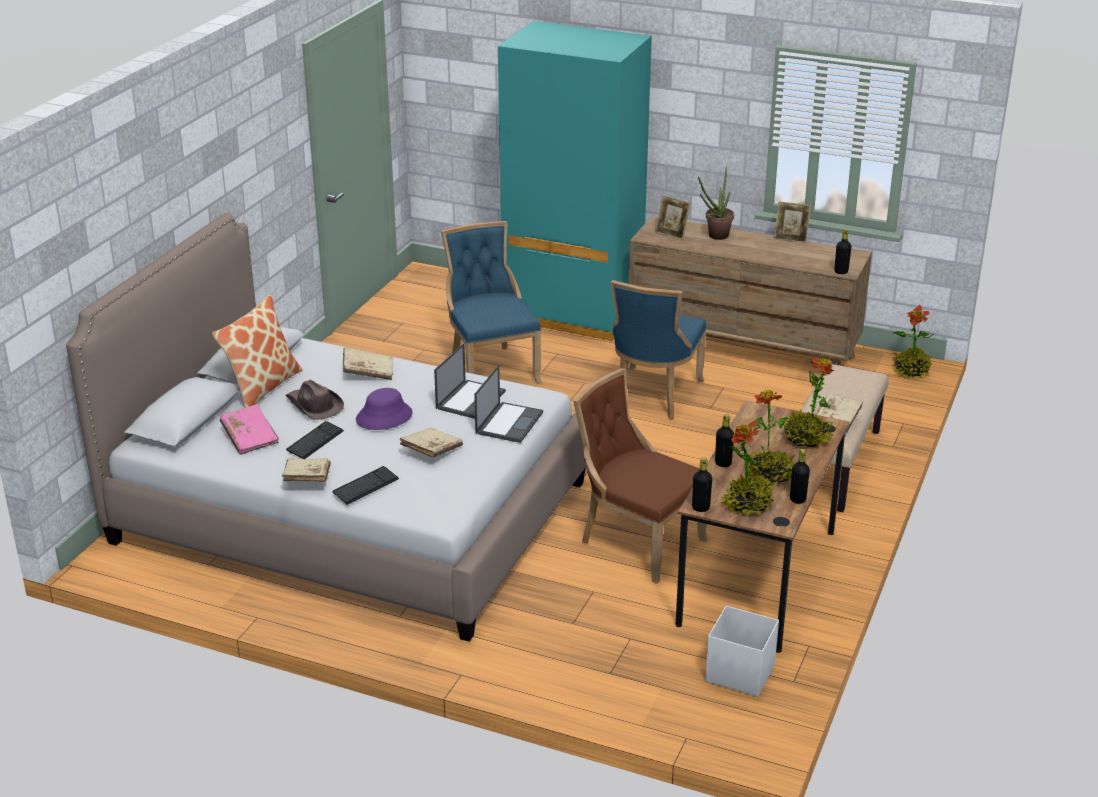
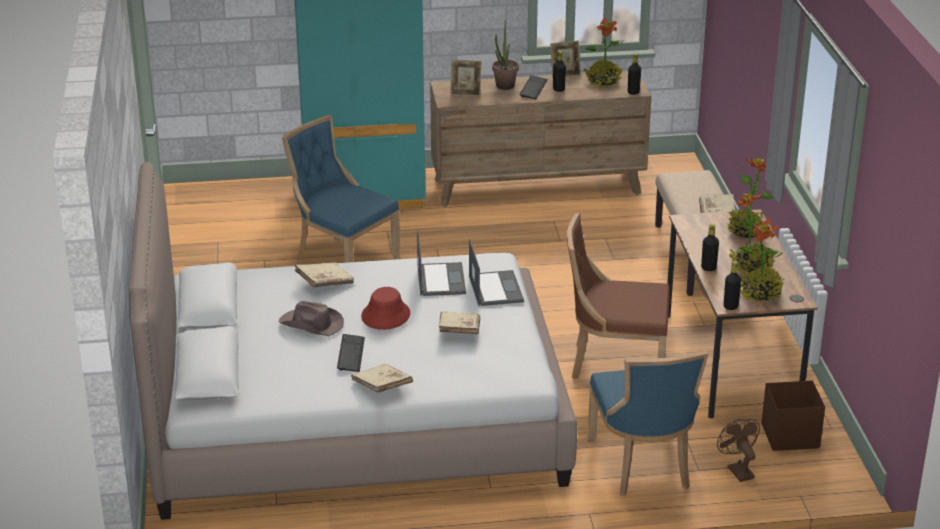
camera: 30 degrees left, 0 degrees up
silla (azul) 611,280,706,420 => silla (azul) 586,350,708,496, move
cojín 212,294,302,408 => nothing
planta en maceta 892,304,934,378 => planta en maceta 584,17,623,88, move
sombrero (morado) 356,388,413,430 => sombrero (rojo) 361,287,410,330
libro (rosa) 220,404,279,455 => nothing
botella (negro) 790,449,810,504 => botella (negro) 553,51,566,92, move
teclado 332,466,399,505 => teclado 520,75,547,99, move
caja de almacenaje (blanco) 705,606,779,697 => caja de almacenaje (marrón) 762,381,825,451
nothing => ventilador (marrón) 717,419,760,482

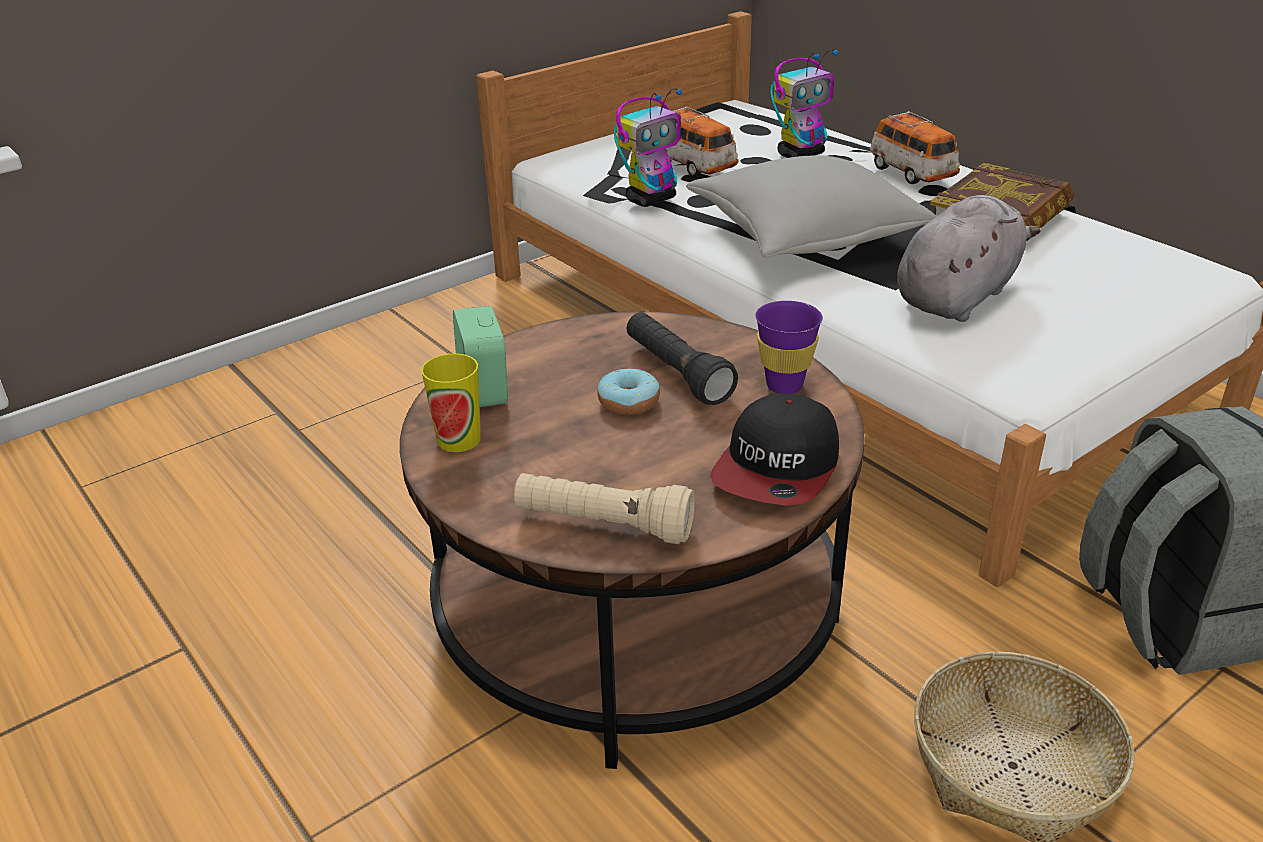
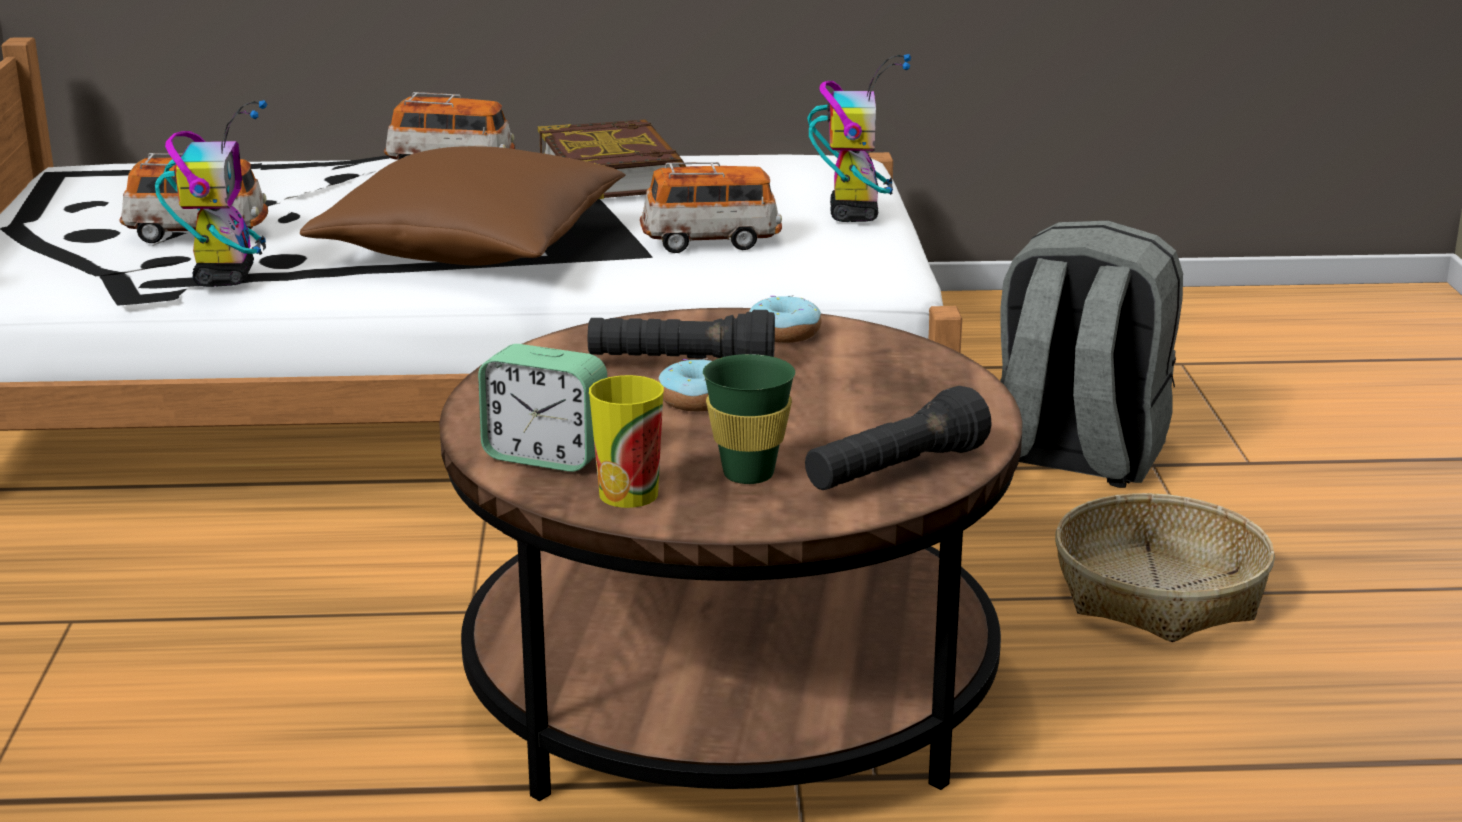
camera: 55 degrees left, 10 degrees down
robot de juguete 771,49,839,158 => robot de juguete 807,54,911,222, move
cojín (gris) 686,155,937,257 => cojín (marrón) 300,146,625,266
peluche (gris) 897,195,1041,322 => coche de juguete 640,162,782,253
taza (morado) 755,301,823,394 => rosquilla 749,295,822,343
gorra 710,393,839,506 => nothing
linterna (beis) 514,473,695,544 => linterna (negro) 805,386,992,490
nothing => taza (verde) 703,354,795,484

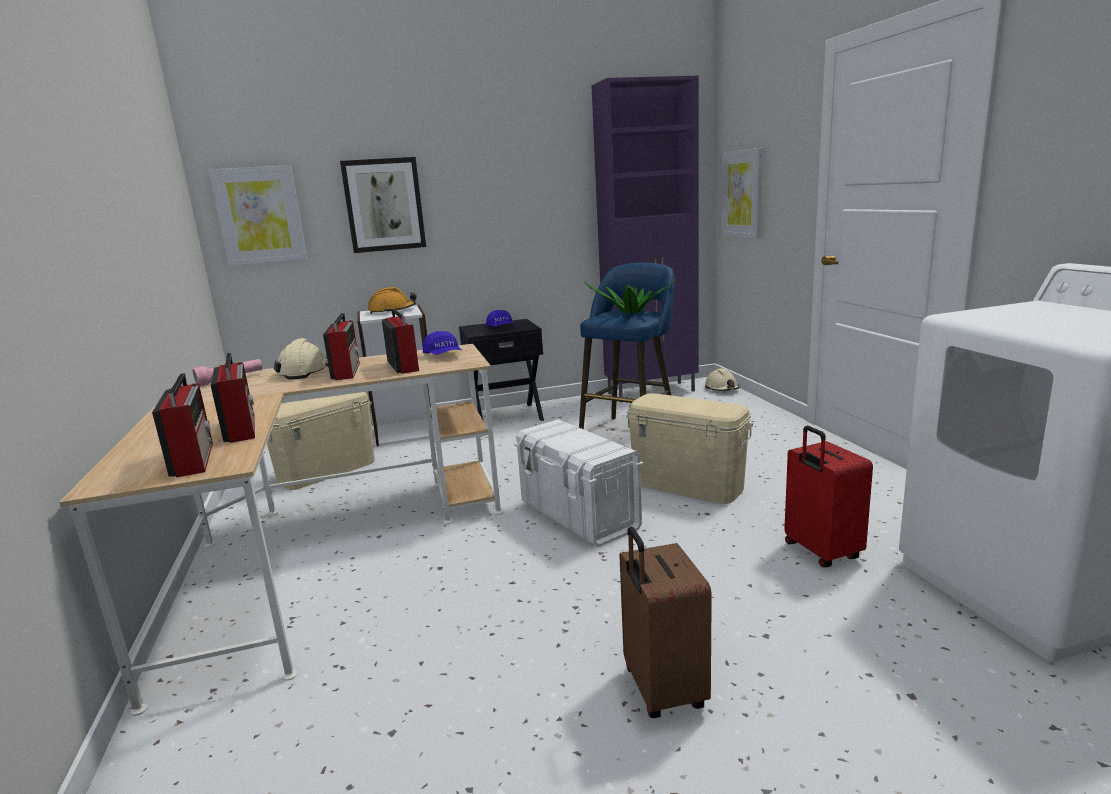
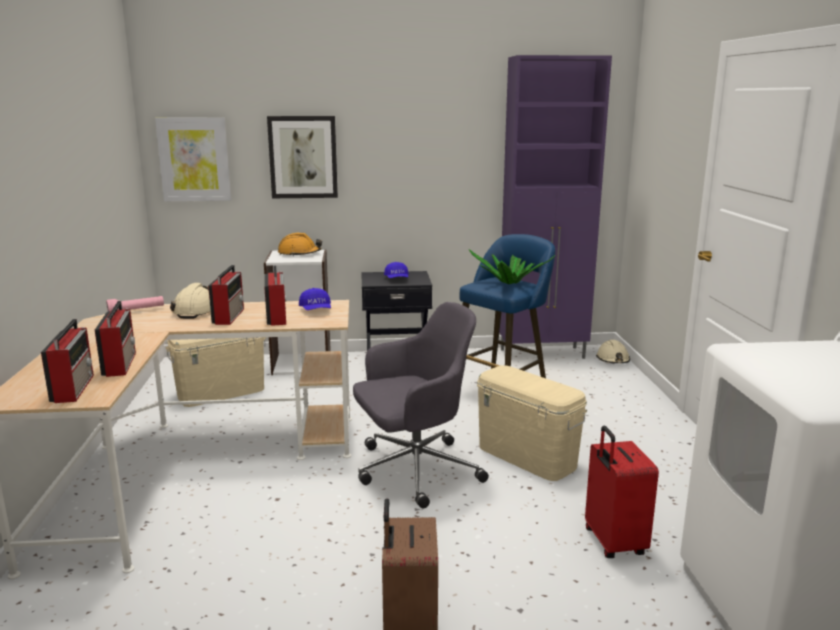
camera: 10 degrees right, 0 degrees up
cuadro 722,148,763,239 => nothing
caja de almacenaje (blanco) 514,419,644,547 => silla de oficina (gris) 353,302,489,508

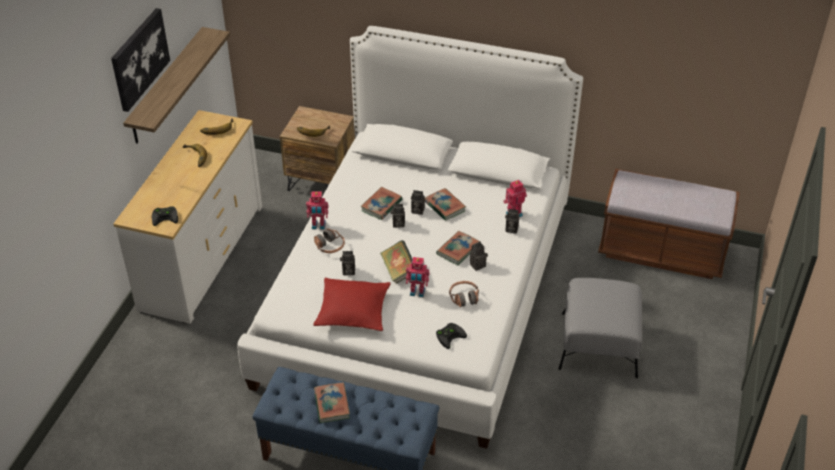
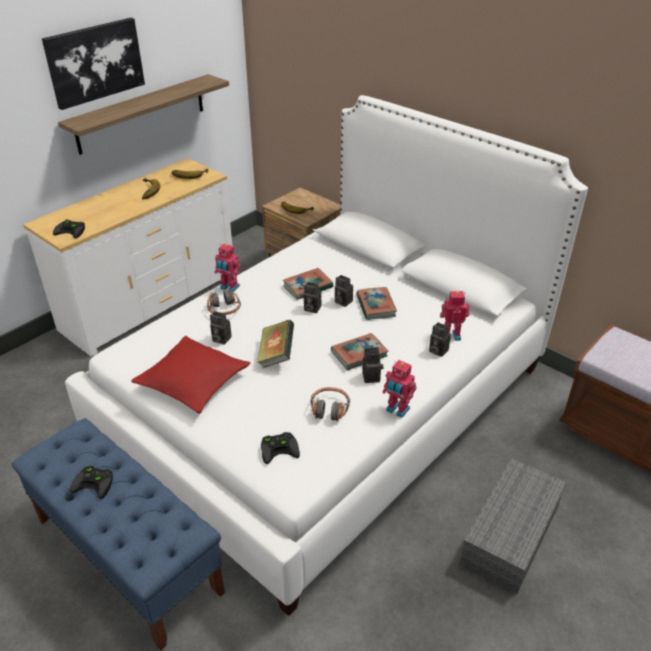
camera: 25 degrees right, 5 degrees down
robot de juguete 406,257,430,297 => robot de juguete 382,360,417,418, move
puf (gris) 559,278,642,378 => caja de almacenaje (gris) 460,458,567,593
libro 314,382,350,423 => mando de consola (negro) 70,466,113,499

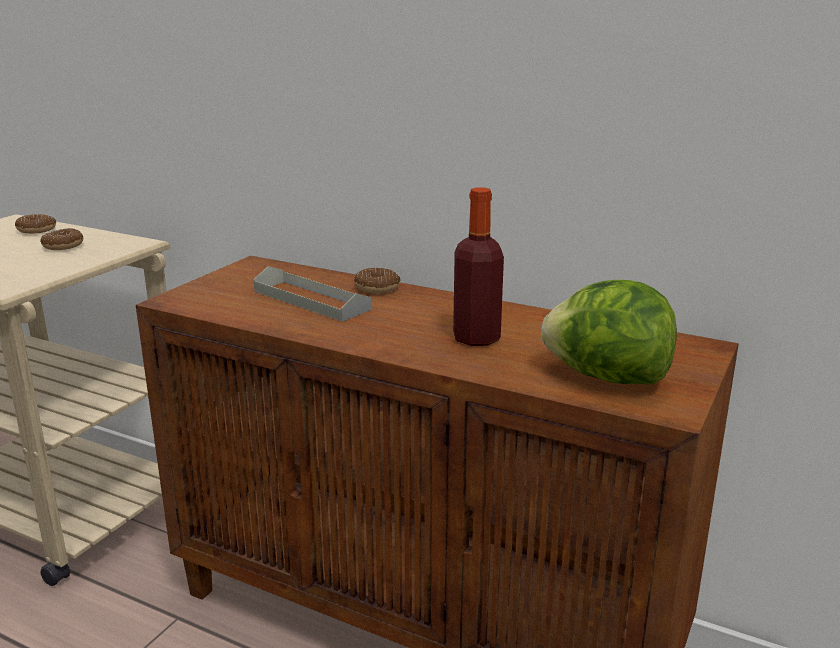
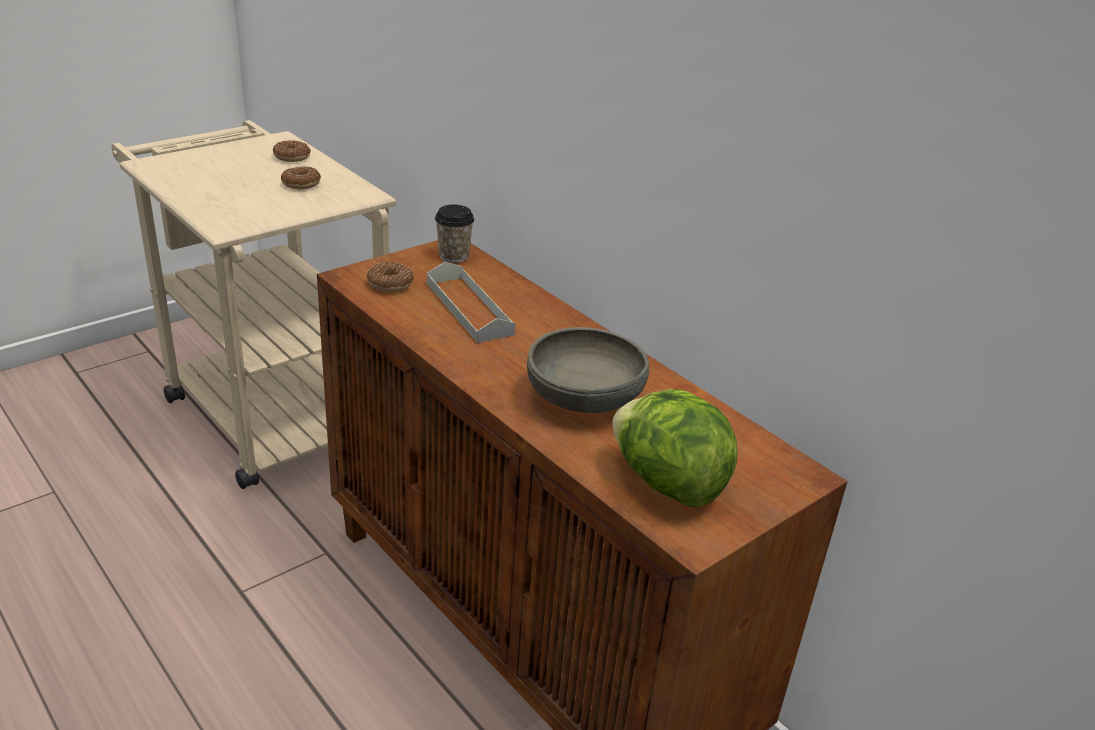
camera: 20 degrees right, 10 degrees up
botella 453,187,504,346 => cuenco (gris) 527,327,649,413
rosquilla 354,268,400,293 => rosquilla 367,262,414,292, move
nothing => taza 435,205,474,263

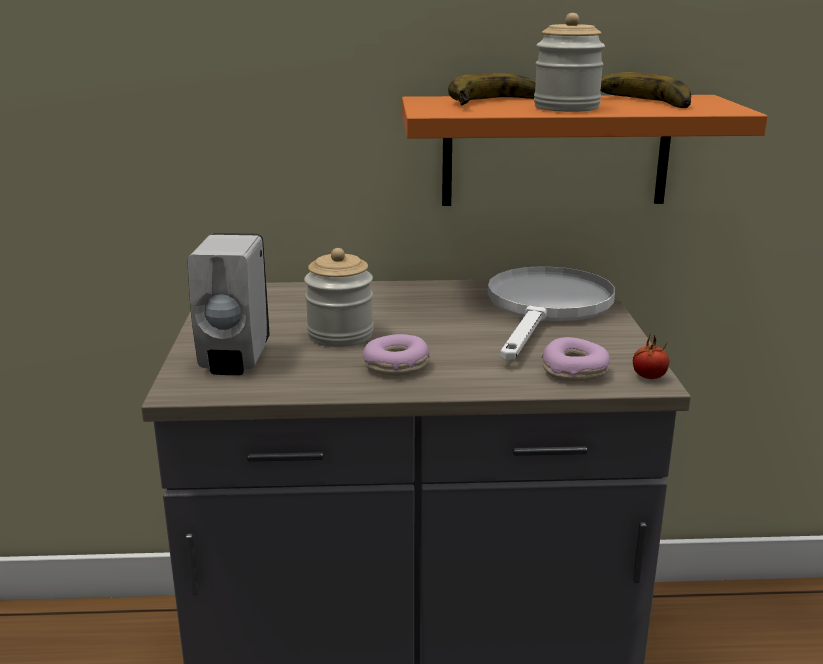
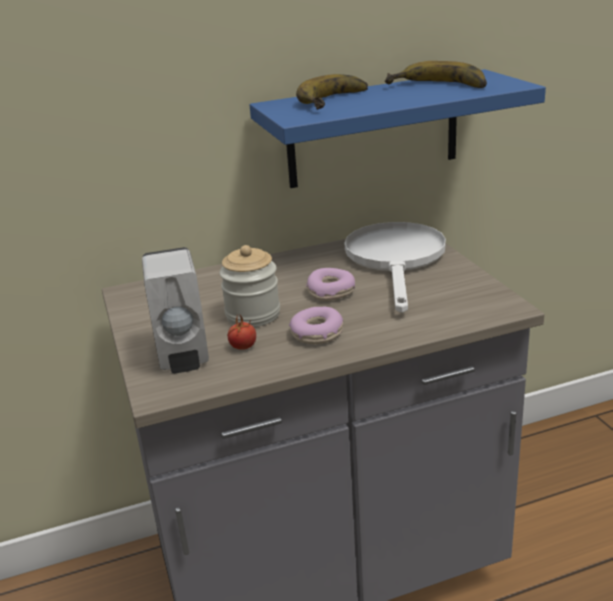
camera: 15 degrees left, 5 degrees up
tarro 534,13,605,112 => nothing
estante (naranja) 402,95,768,206 => estante (azul) 250,69,546,188
tomate 633,335,669,379 => tomate 227,315,256,350, move
rosquilla 541,337,610,381 => rosquilla 306,268,355,301, move

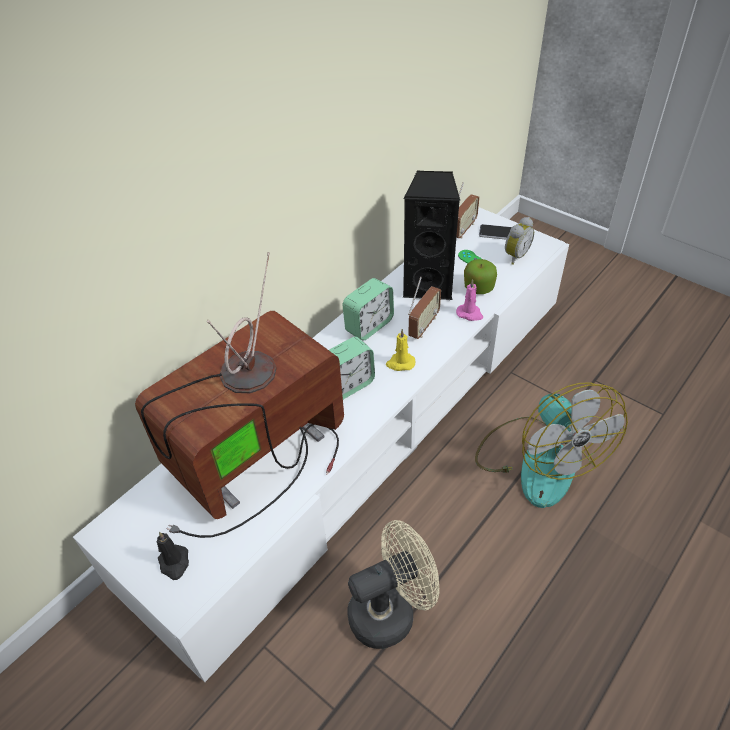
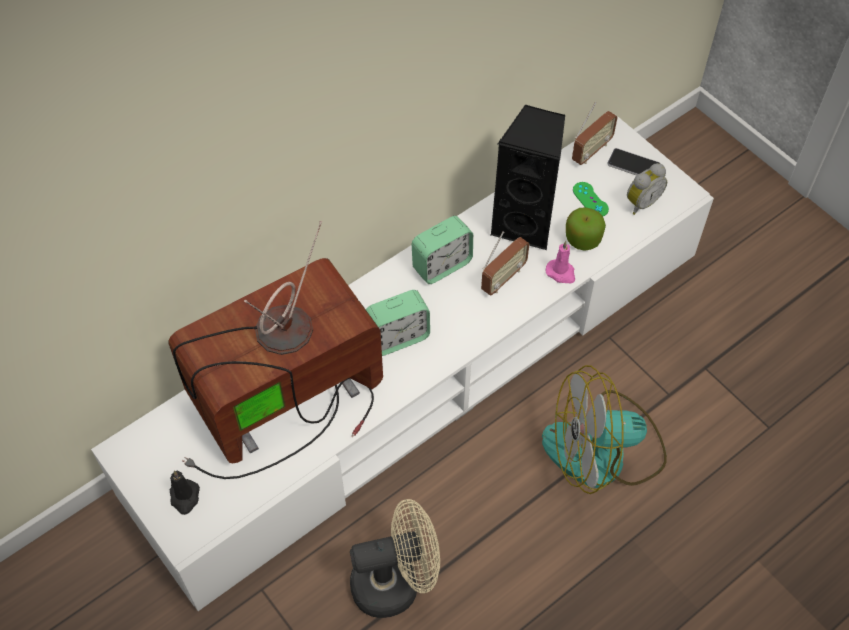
camera: 10 degrees right, 10 degrees up
vela (amarillo) 386,329,415,371 => nothing
ventilador 475,383,628,508 => ventilador 542,365,667,494, 90 degrees clockwise

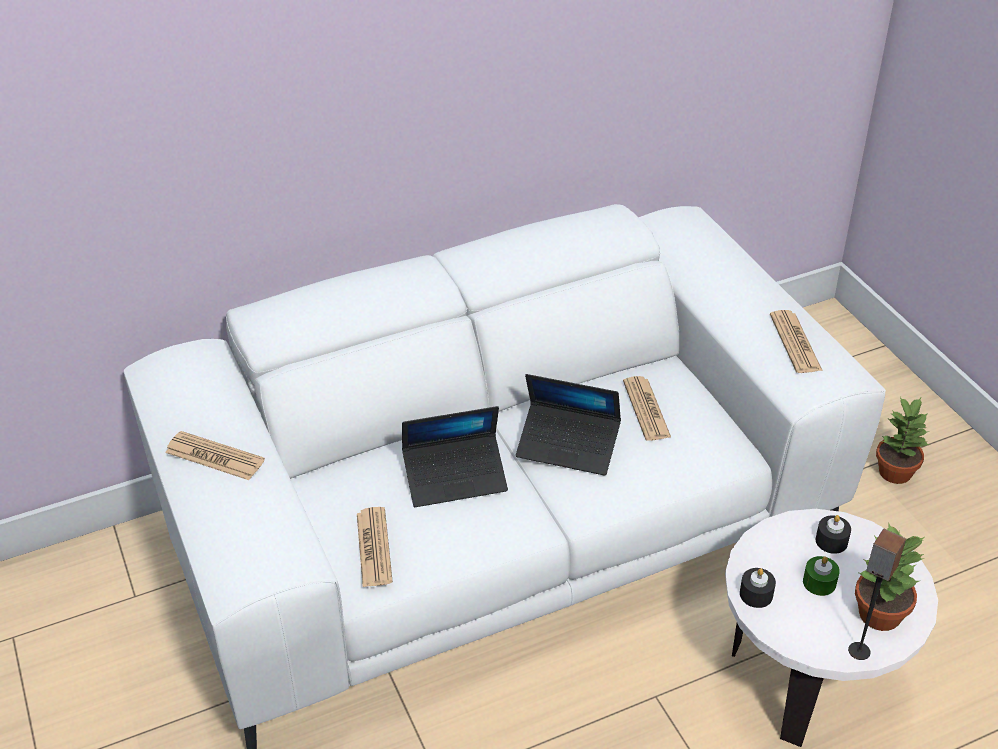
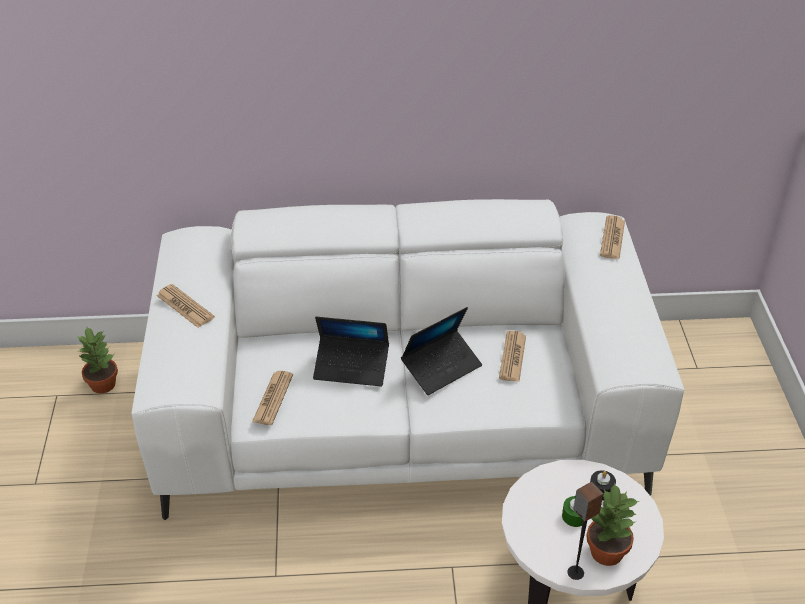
camera: 20 degrees right, 0 degrees up
periódico 770,310,823,373 => periódico 600,215,625,259, move
portátil 516,374,621,476 => portátil 401,307,482,395, 75 degrees counterclockwise
planta en maceta 876,397,931,484 => planta en maceta 77,327,118,394, move
vela (negro) 740,568,776,608 => nothing

